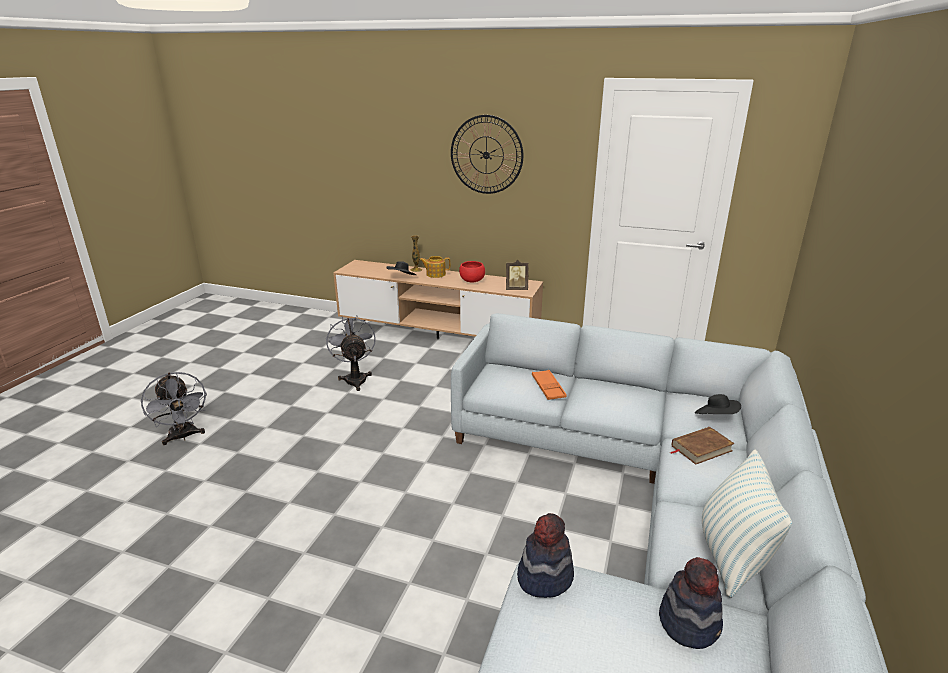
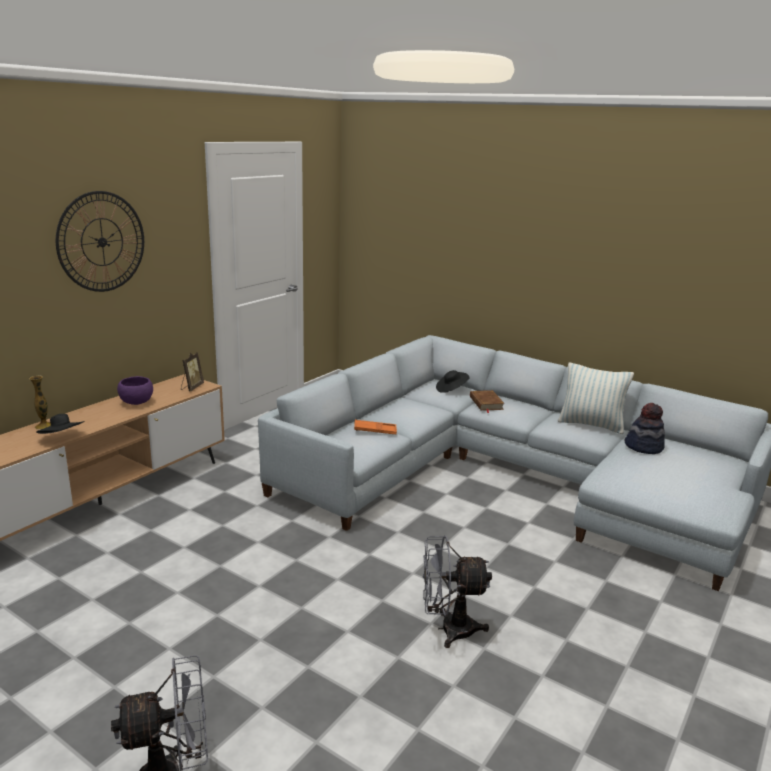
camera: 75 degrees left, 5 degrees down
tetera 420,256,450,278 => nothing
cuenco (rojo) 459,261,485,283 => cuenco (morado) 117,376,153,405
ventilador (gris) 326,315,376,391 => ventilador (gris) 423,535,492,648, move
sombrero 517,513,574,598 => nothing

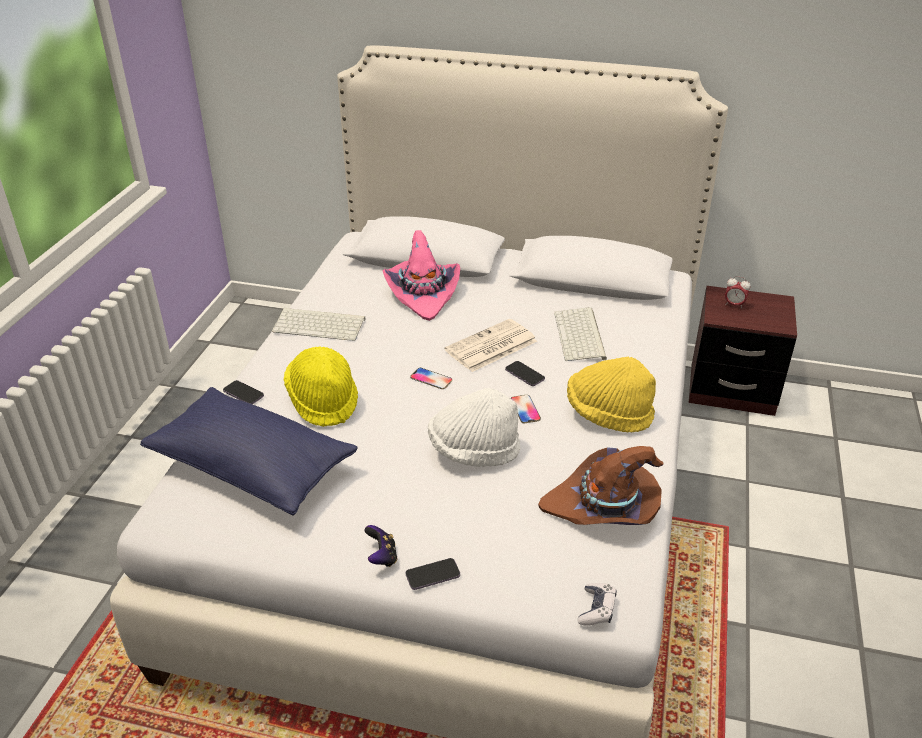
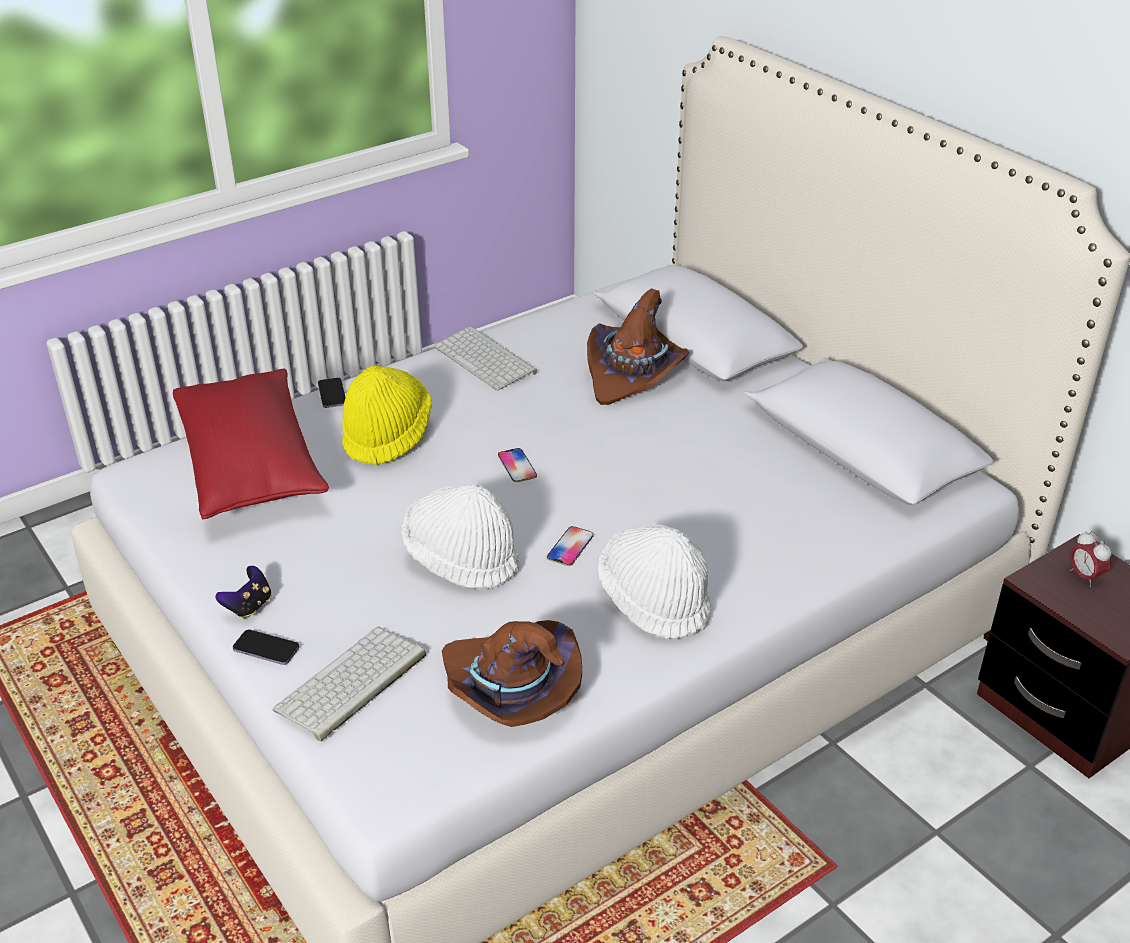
camera: 40 degrees right, 0 degrees up
sombrero (rosa) 383,230,460,321 => sombrero (marrón) 587,288,690,405
teclado 554,307,607,361 => teclado 273,627,426,741, move
periódico 444,319,537,372 => nothing
sombrero (amarillo) 567,357,656,432 => sombrero (blanco) 597,524,711,639
móvil 505,361,545,386 => nothing
cojín (azul) 140,387,358,516 => cojín (rojo) 173,369,329,520
mando de consola 577,583,617,626 => nothing

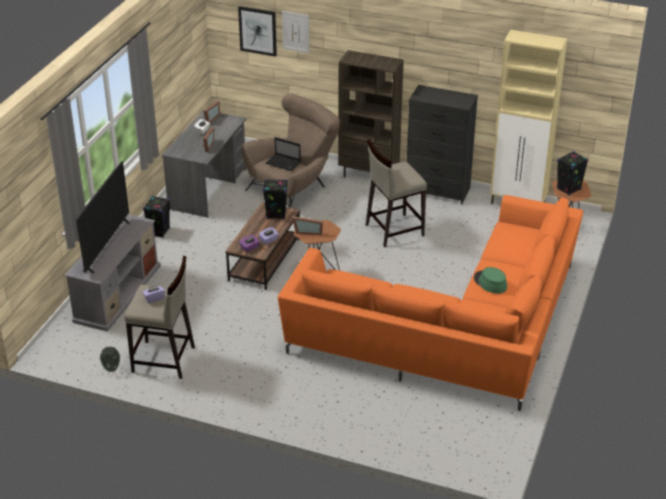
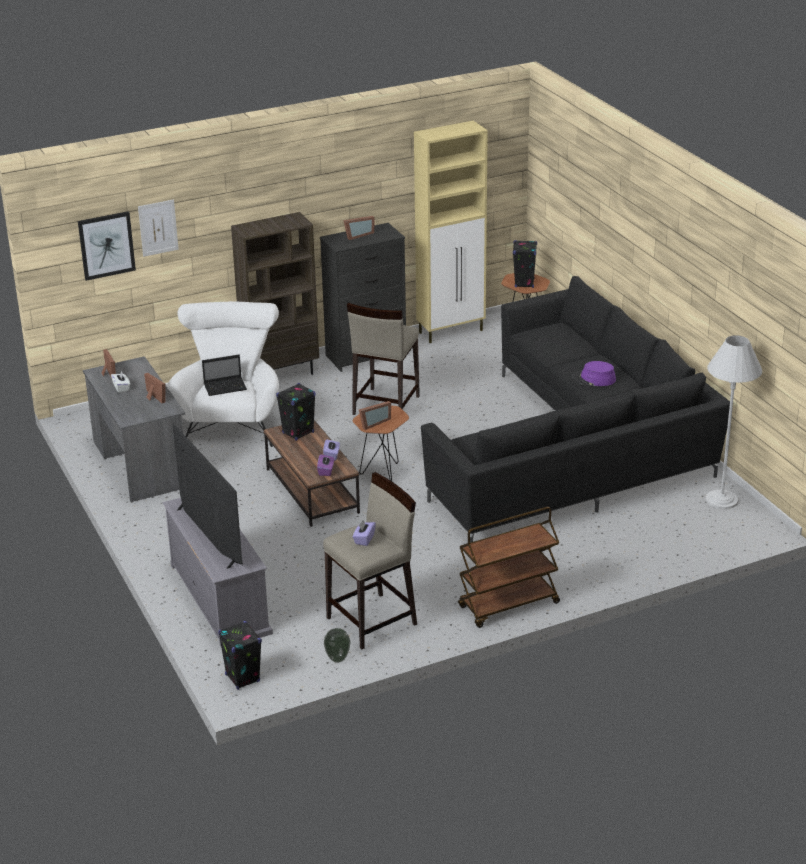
camera: 45 degrees left, 5 degrees down
sillón (marrón) 242,93,340,208 => sillón (blanco) 167,301,279,447
sofá (naranja) 278,195,583,411 => sofá (negro) 421,276,730,543
altavoz (negro) 143,196,170,238 => altavoz (negro) 218,621,262,690, move
sombrero (verde) 474,267,507,294 => sombrero (morado) 572,361,616,386
nothing => portarretratos 343,216,374,240
nothing => lámpara de pie (blanco) 705,335,762,509
nothing => carrito (marrón) 458,507,560,628

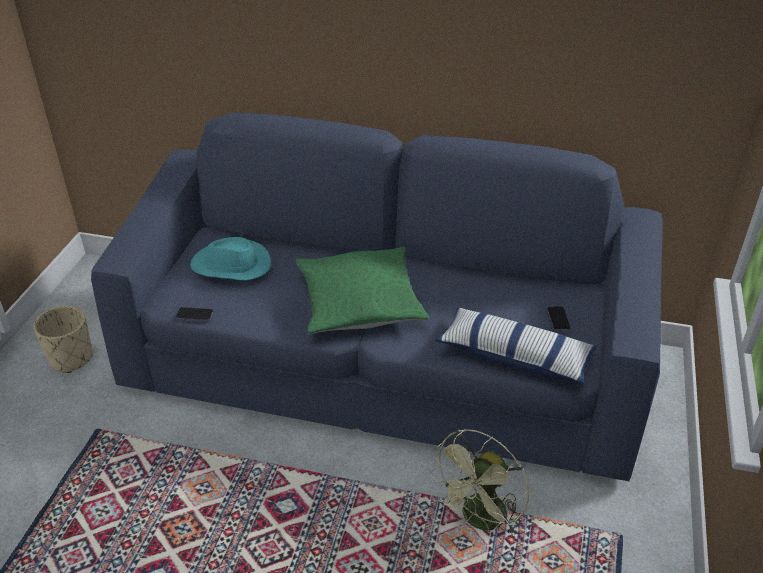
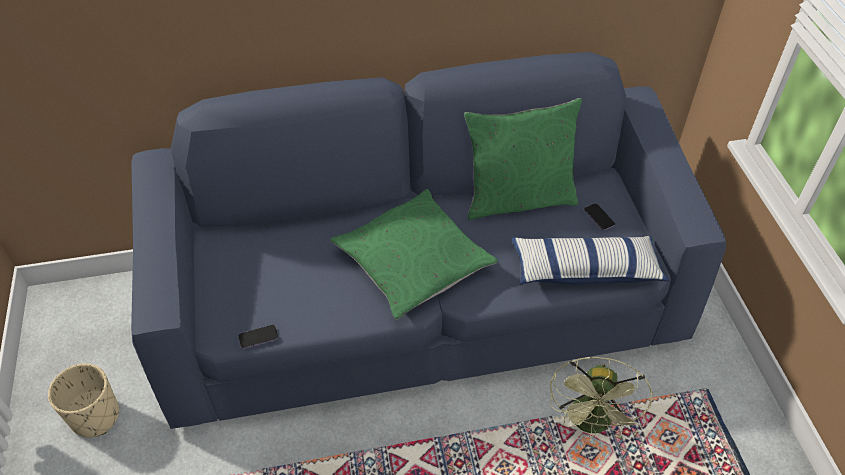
camera: 25 degrees left, 10 degrees up
sombrero (turquesa) 190,237,271,281 => nothing
nothing => cojín (verde) 464,98,582,220

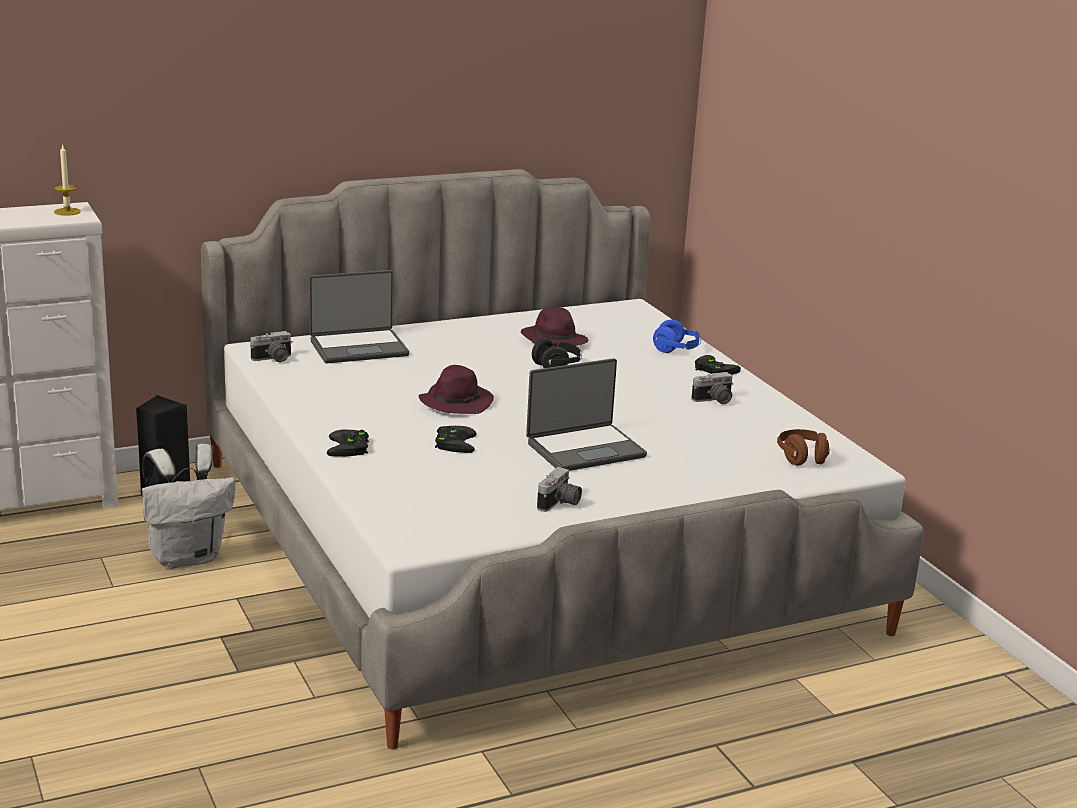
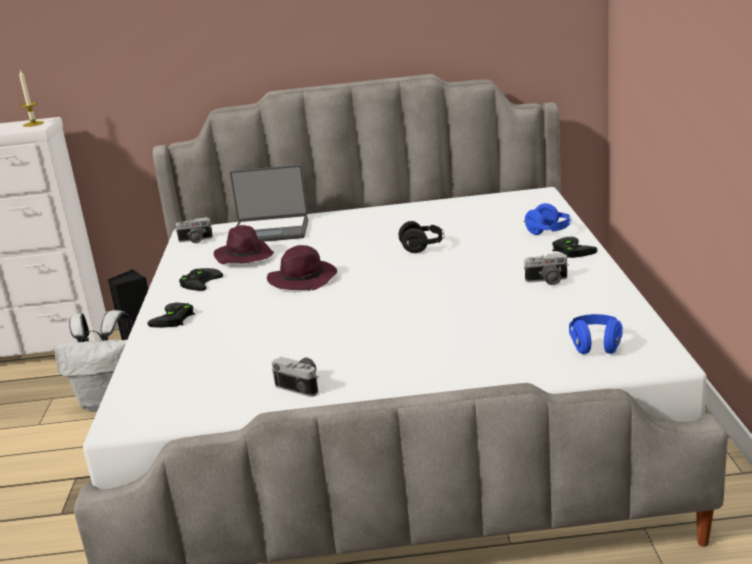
camera: 25 degrees right, 0 degrees up
sombrero (morado) 521,306,588,346 => sombrero (morado) 214,225,274,264, move
portátil 526,358,647,471 => nothing
mando de consola (negro) 435,426,477,453 => mando de consola (negro) 179,268,223,291, move
auriculares (marrón) 777,429,830,466 => auriculares (azul) 569,314,623,354
cámara 537,467,582,512 => cámara 272,357,319,397, 105 degrees counterclockwise

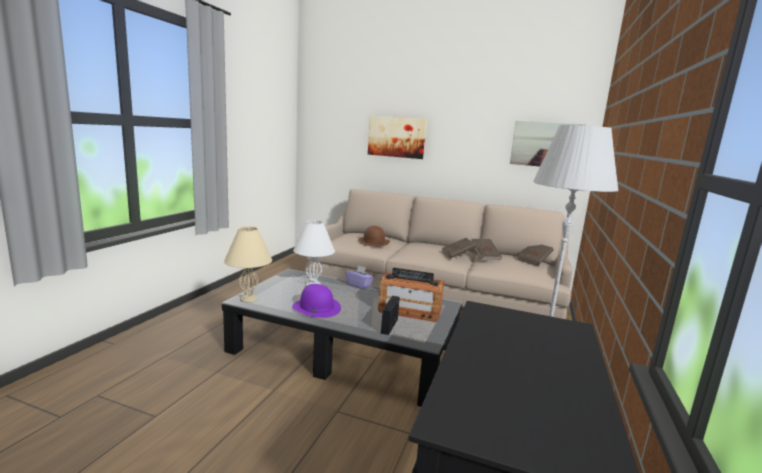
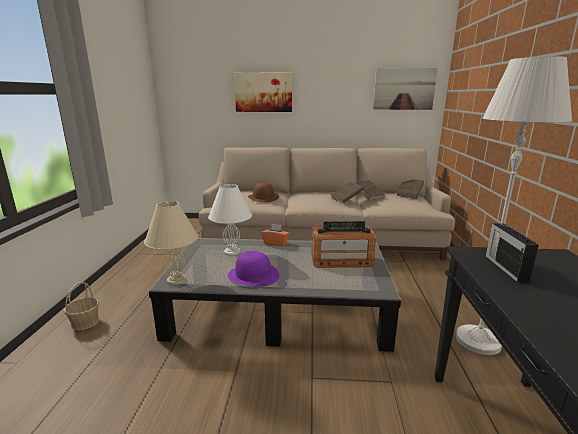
camera: 15 degrees left, 5 degrees up
caja de pañuelos (morado) 346,265,374,289 => caja de pañuelos (naranja) 261,224,290,246
radio 381,296,400,335 => radio 486,223,539,282, move
nothing => cesta 64,281,99,330

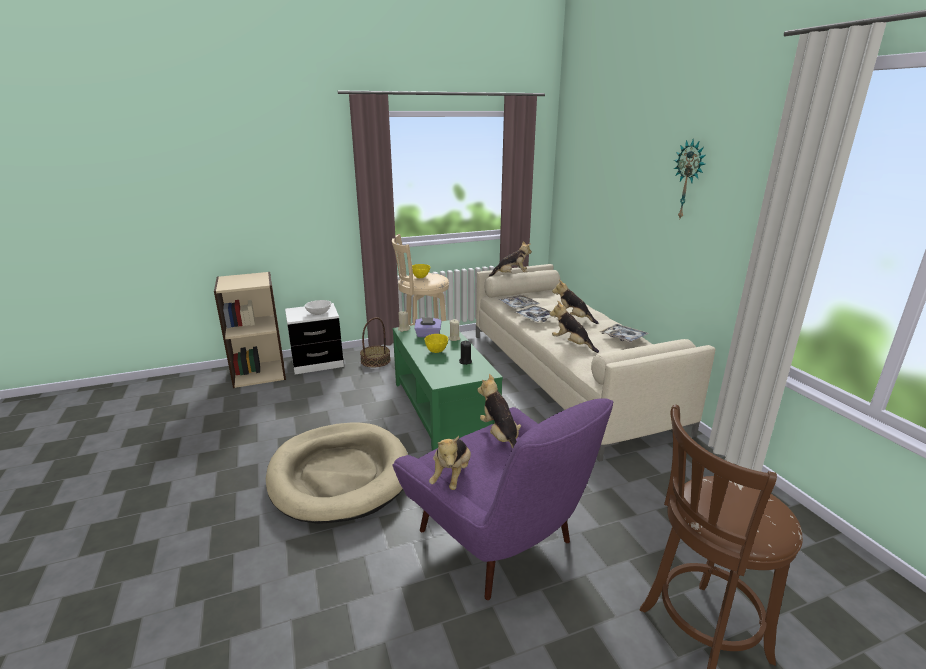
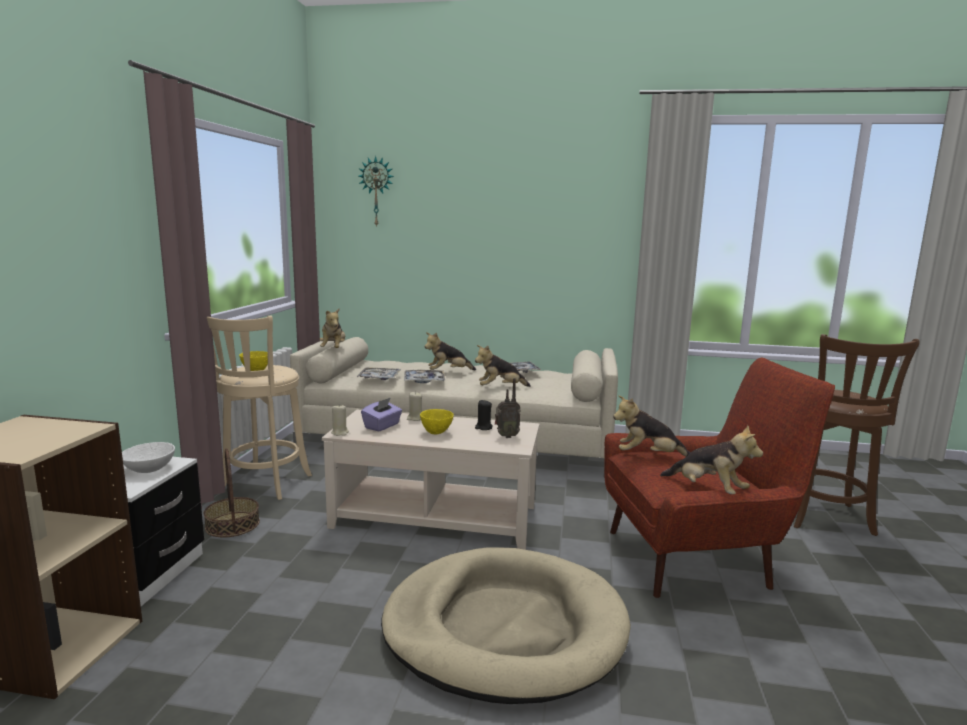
camera: 60 degrees left, 10 degrees down
reloj de pared 674,139,706,218 => reloj de pared 358,156,394,228, move
peluche 489,241,532,277 => peluche 319,309,345,348, 150 degrees clockwise
mesa de centro (verde) 392,320,503,451 => mesa de centro (beis) 322,410,540,550
sillón (morado) 393,398,613,600 => sillón (rojo) 604,357,835,598
nothing => radio 495,378,521,438

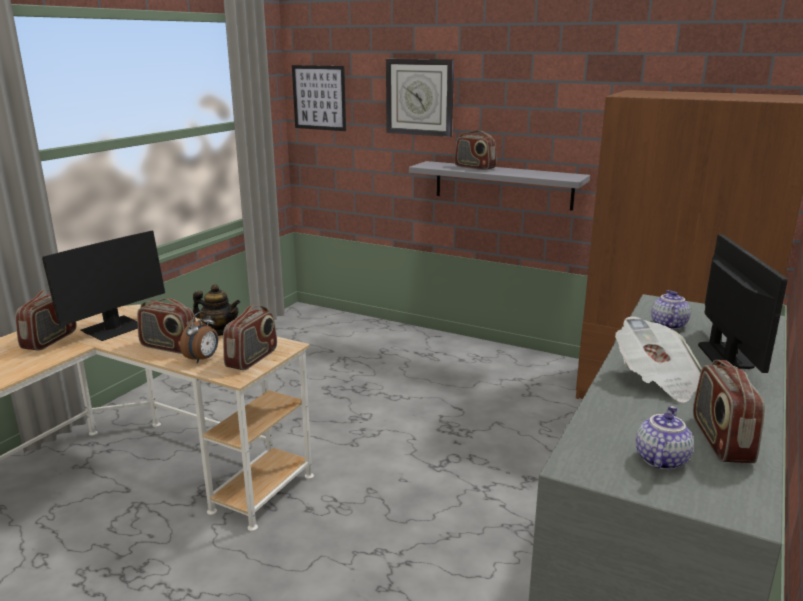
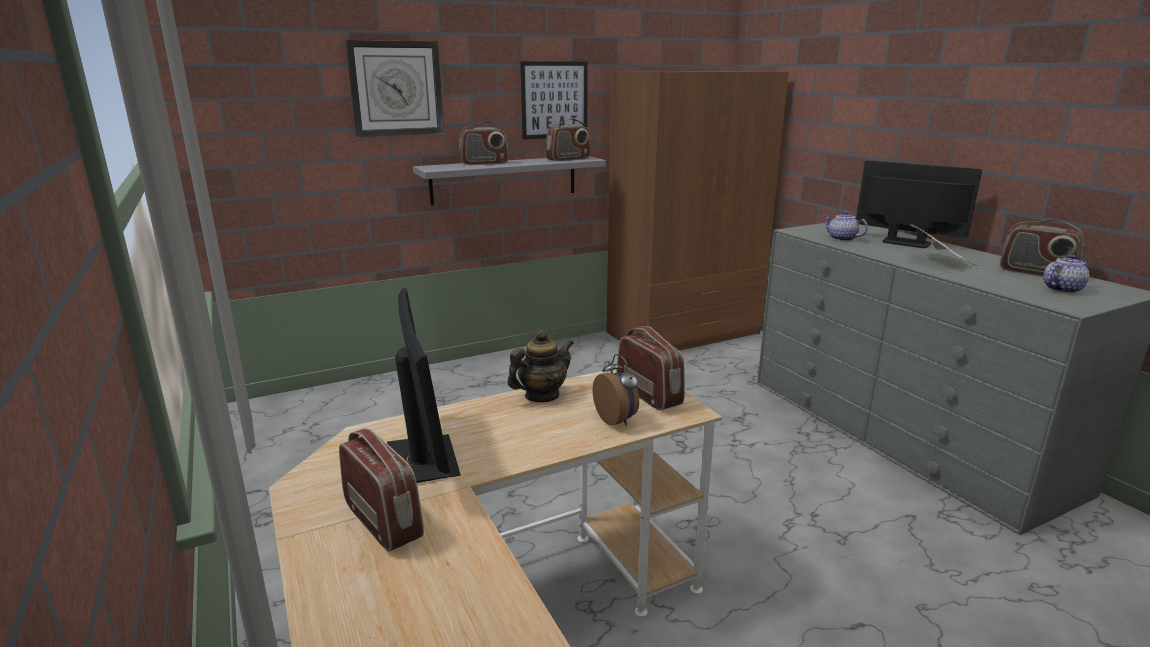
camera: 55 degrees left, 0 degrees up
cuadro 292,65,346,131 => cuadro 520,61,588,140, move
radio 137,298,196,354 => radio 546,118,591,161, move
tetera 636,406,694,470 => tetera 1043,254,1090,293, 90 degrees clockwise

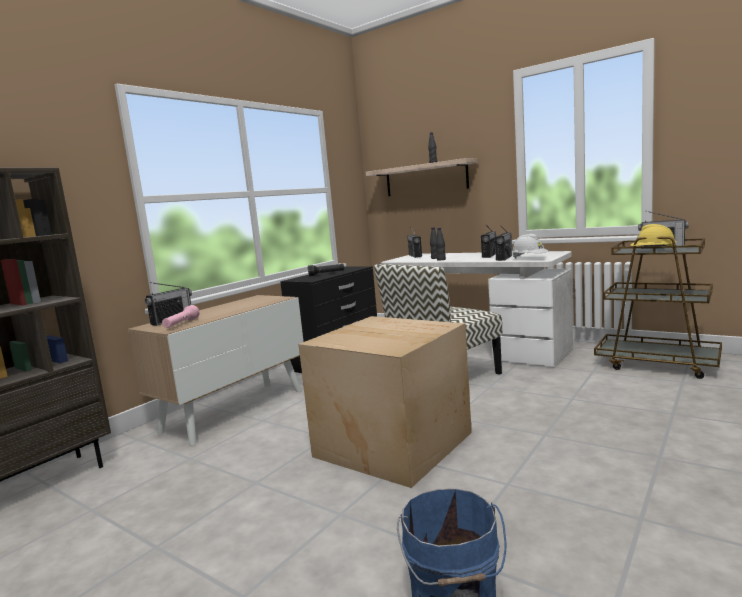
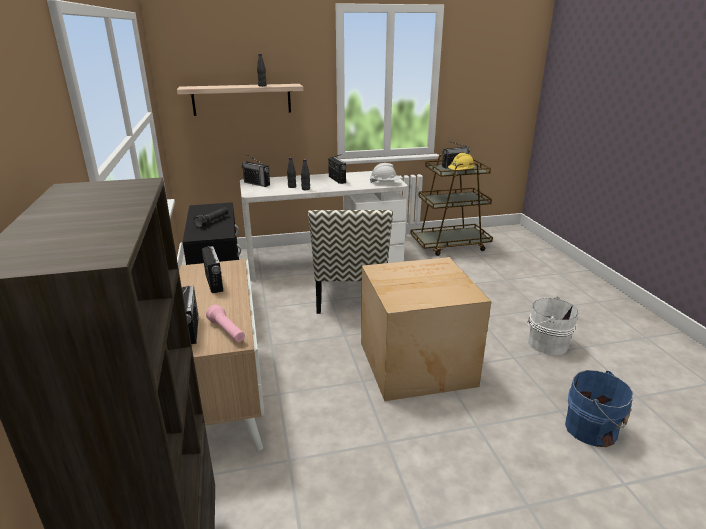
camera: 50 degrees left, 15 degrees up
radio 495,225,512,261 => radio 202,246,223,293, move
nothing => cubo (blanco) 528,297,578,355

